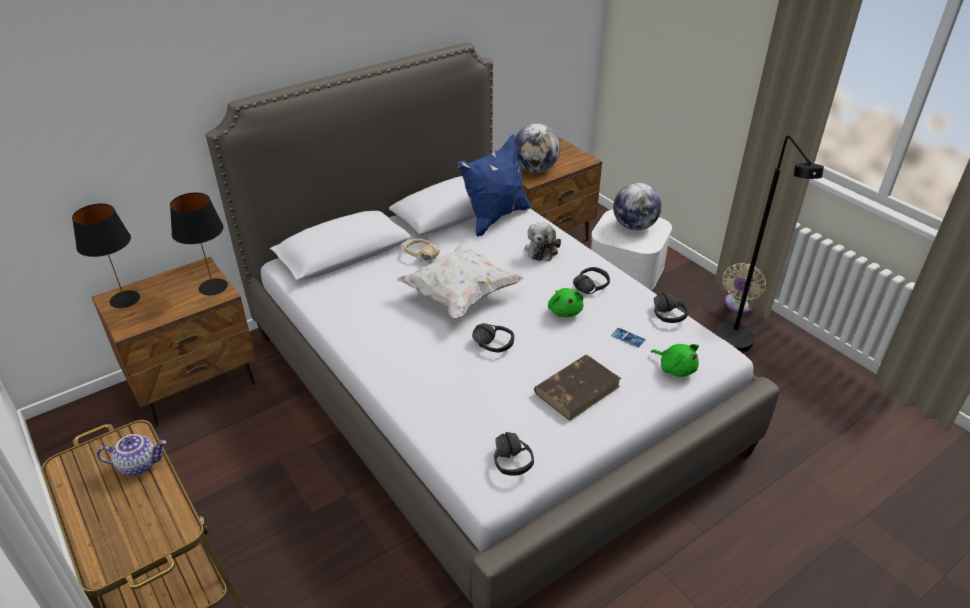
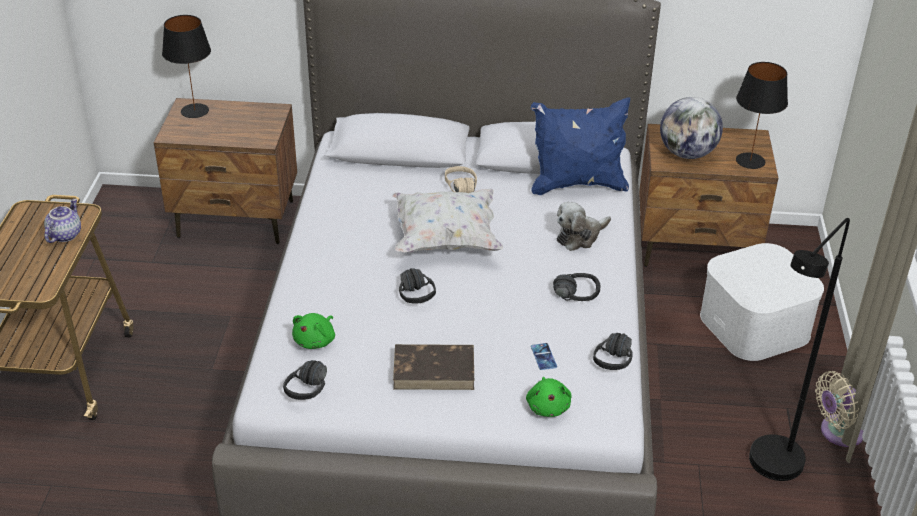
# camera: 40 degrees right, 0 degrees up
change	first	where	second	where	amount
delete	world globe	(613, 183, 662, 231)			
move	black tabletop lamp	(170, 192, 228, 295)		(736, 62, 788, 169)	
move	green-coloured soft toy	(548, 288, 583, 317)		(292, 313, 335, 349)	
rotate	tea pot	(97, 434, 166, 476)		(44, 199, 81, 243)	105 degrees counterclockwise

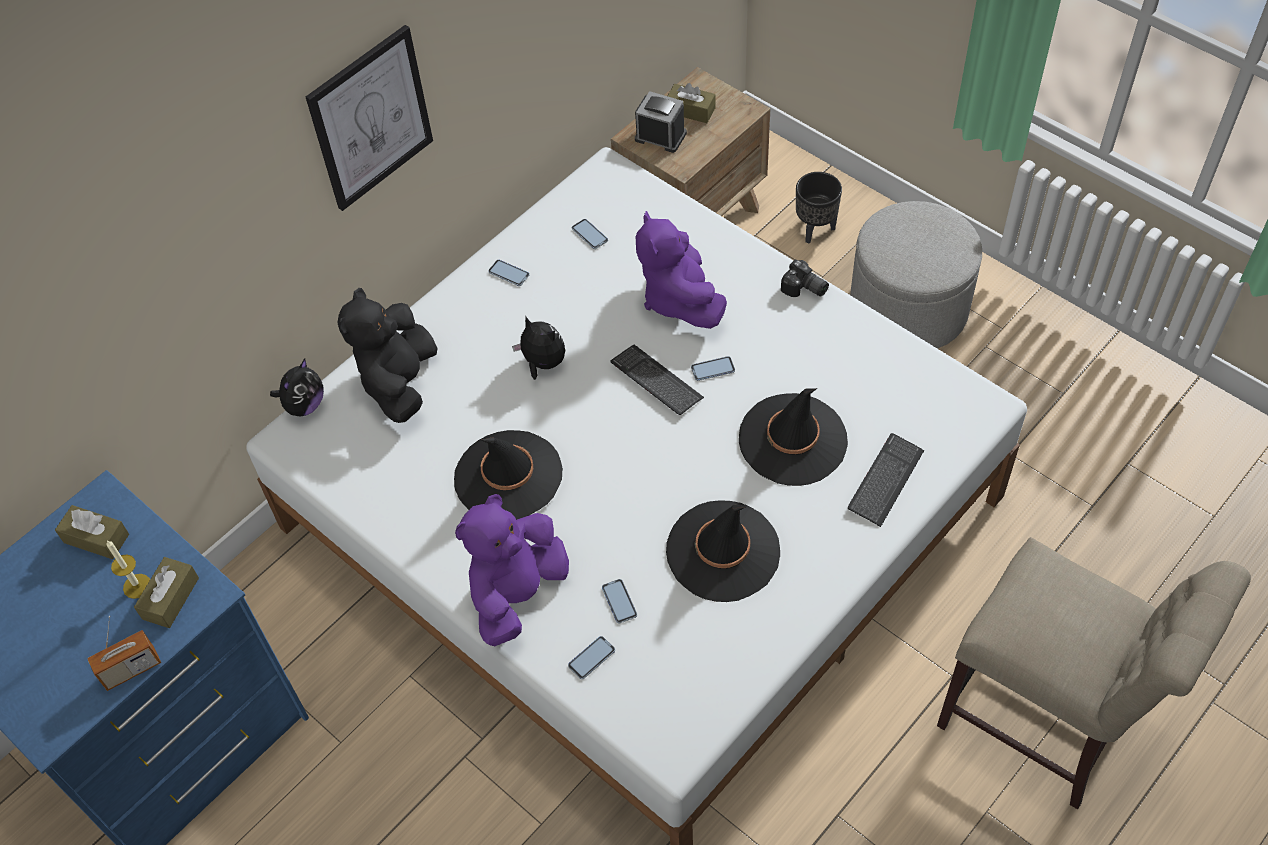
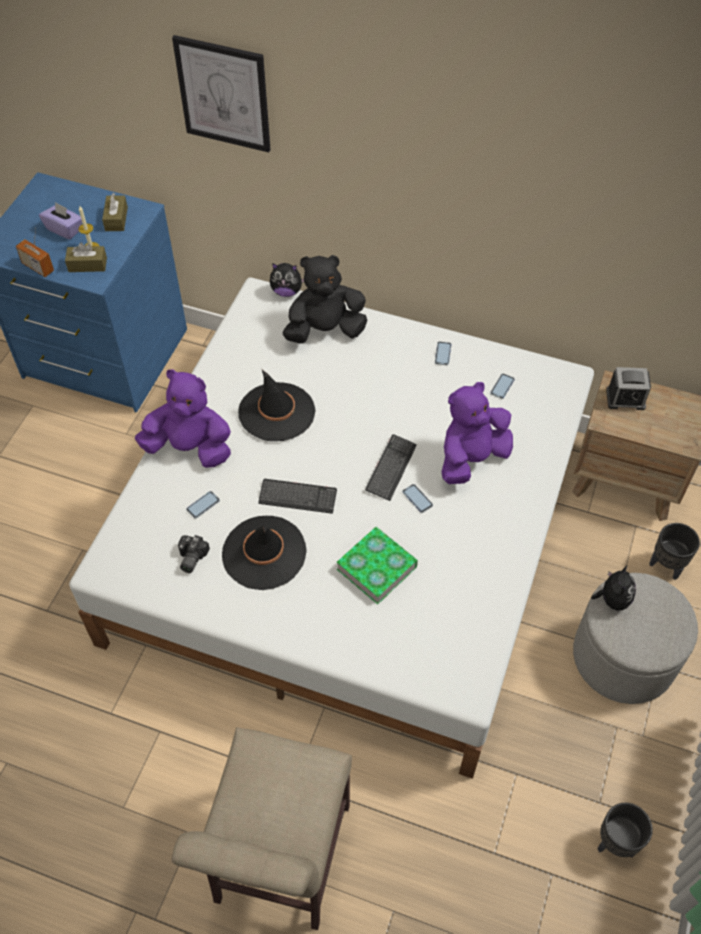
# camera: 65 degrees right, 0 degrees up
change	first	where	second	where	amount
move	picture	(306, 25, 433, 211)		(172, 35, 271, 152)	
delete	brown-coloured box of tissues	(668, 83, 716, 123)			
rotate	table clock	(635, 91, 687, 153)		(606, 367, 651, 410)	90 degrees clockwise
move	photo camera	(781, 259, 829, 297)		(178, 535, 210, 573)	
move	soft toy	(512, 317, 565, 380)		(591, 565, 636, 610)	
replace	black wearable hat	(739, 388, 848, 486)	bound book	(337, 527, 418, 604)	
move	computer keyboard	(848, 433, 924, 527)		(258, 479, 337, 514)	
delete	telephone	(568, 636, 615, 679)			
insert			purple-coloured box of tissues	(39, 202, 82, 240)	
insert			black plant pot	(597, 803, 653, 858)	

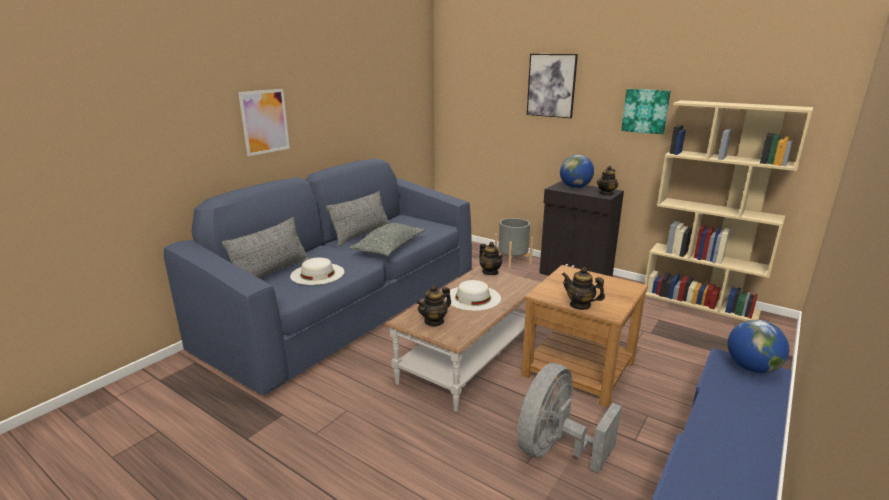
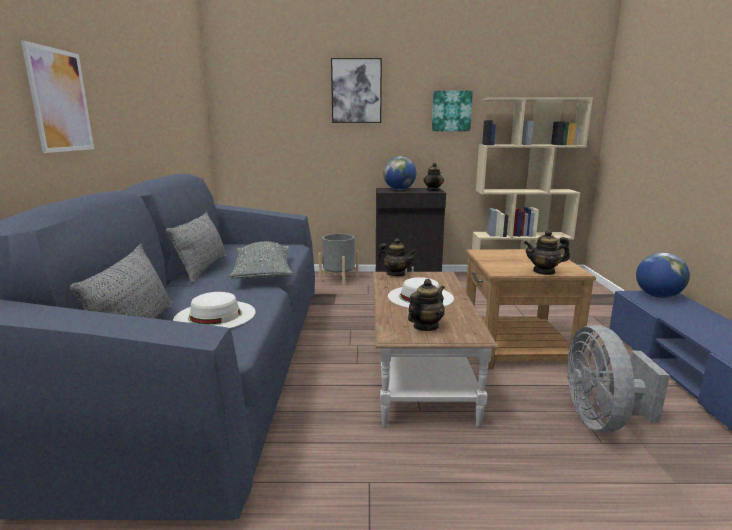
# camera: 35 degrees left, 5 degrees down
change	first	where	second	where	amount
rotate	tea pot	(416, 285, 451, 327)		(408, 279, 445, 331)	150 degrees counterclockwise

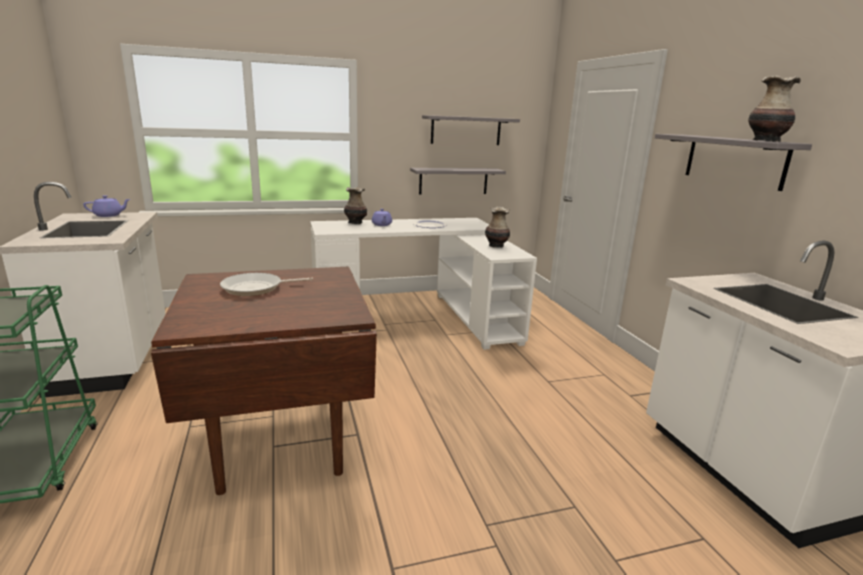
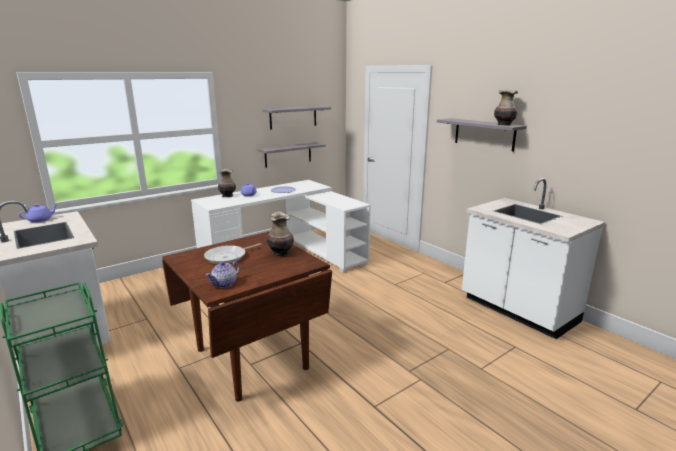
# camera: 20 degrees left, 0 degrees up
change	first	where	second	where	amount
move	vase	(485, 206, 510, 248)		(267, 211, 294, 256)	
insert			tea pot	(206, 261, 240, 288)	

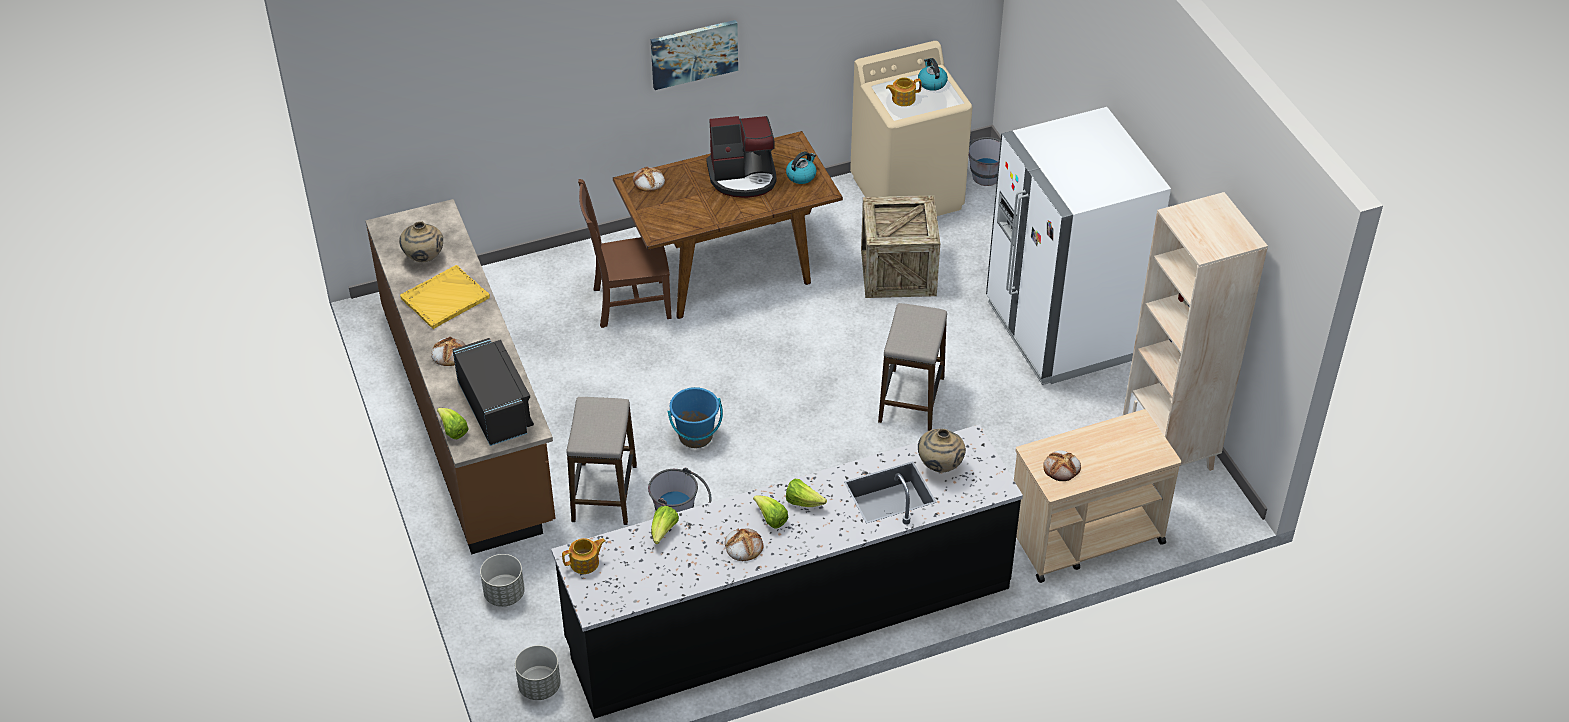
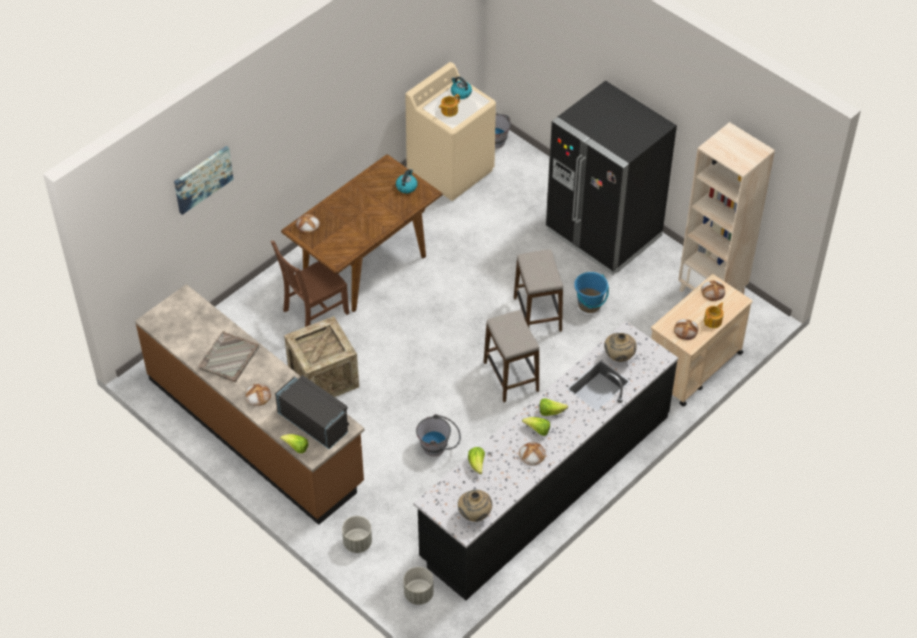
# camera: 25 degrees left, 5 degrees up
change	first	where	second	where	amount
move	picture	(651, 20, 738, 90)		(174, 146, 233, 215)	
recolor	whitish kitchen fridge	(986, 107, 1171, 385)	black kitchen fridge	(546, 81, 677, 275)	
delete	coffee machine	(706, 116, 777, 198)			
move	shipping crate	(861, 195, 940, 298)		(284, 316, 359, 397)	
move	beige-coloured vase	(399, 221, 443, 262)		(458, 490, 492, 522)	
recolor	yellowish tray	(400, 265, 490, 329)	grey tray	(198, 331, 259, 382)	
move	bluish water bucket	(667, 387, 723, 448)		(574, 272, 609, 313)	
move	stool	(566, 397, 637, 525)		(484, 310, 539, 402)	
move	tea pot	(562, 538, 606, 574)		(704, 302, 724, 328)	
insert			baked bread	(701, 280, 725, 301)	

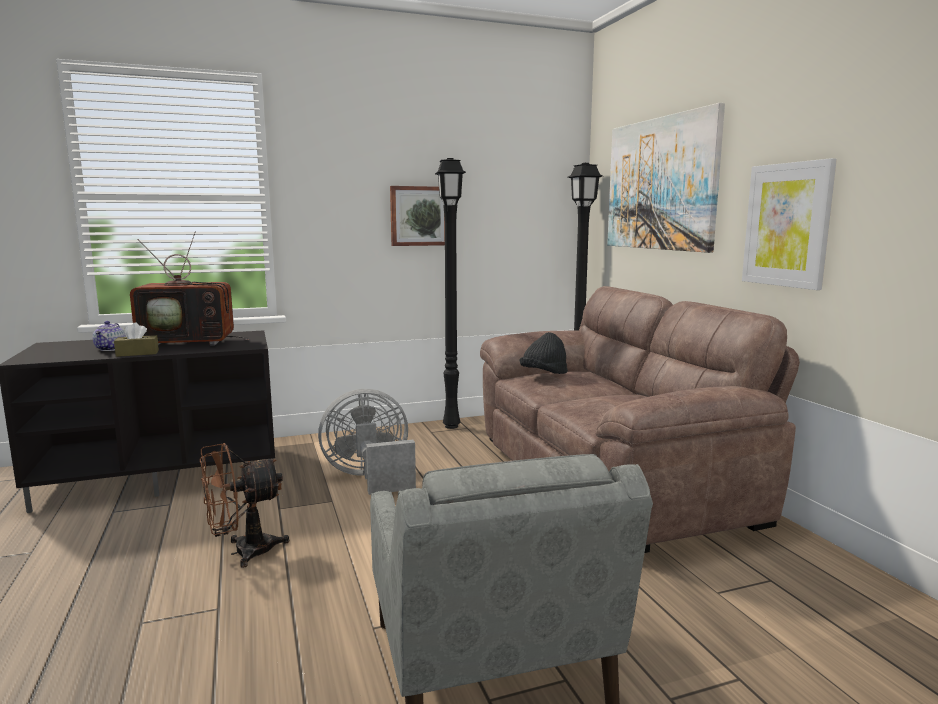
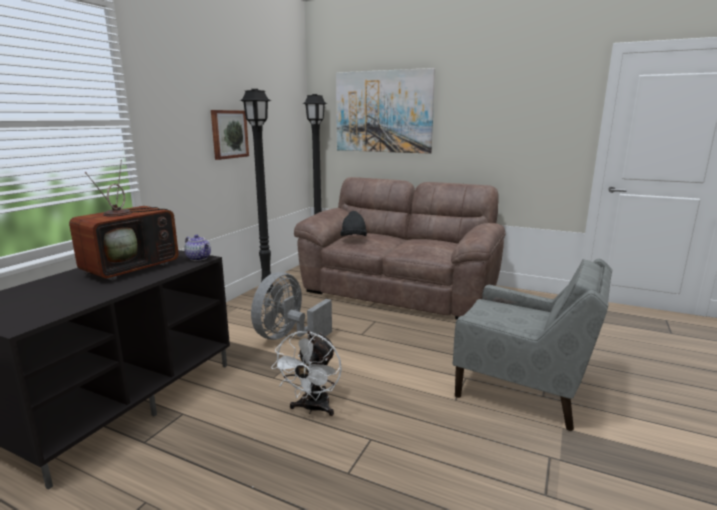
# camera: 45 degrees left, 5 degrees up
change	first	where	second	where	amount
delete	picture	(742, 158, 837, 290)			
move	tea pot	(92, 321, 126, 351)		(184, 235, 211, 261)	
delete	brown-coloured box of tissues	(114, 323, 159, 357)			
recolor	brown-coloured cooling fan	(200, 443, 289, 568)	whitish cooling fan	(271, 331, 342, 416)	

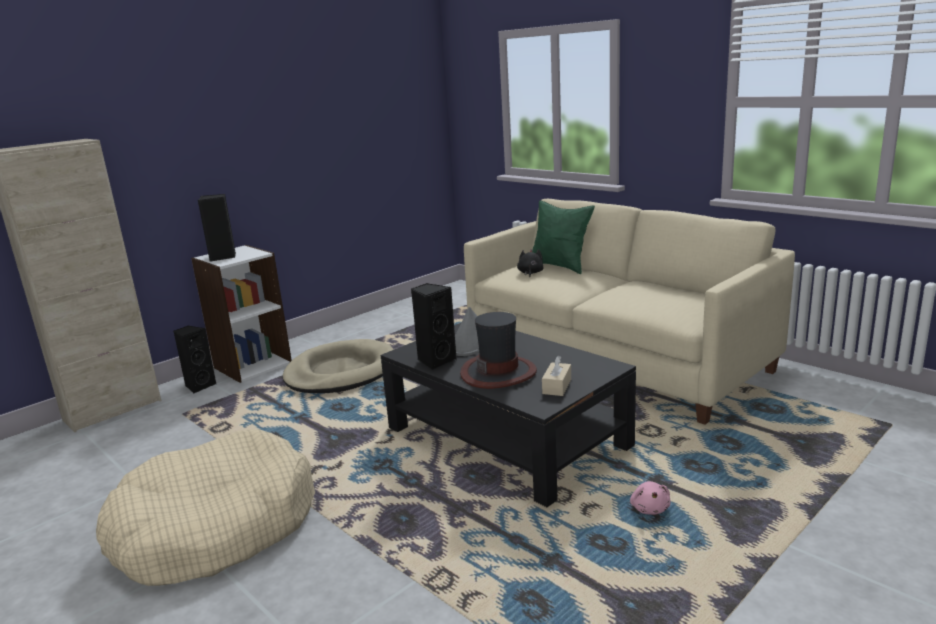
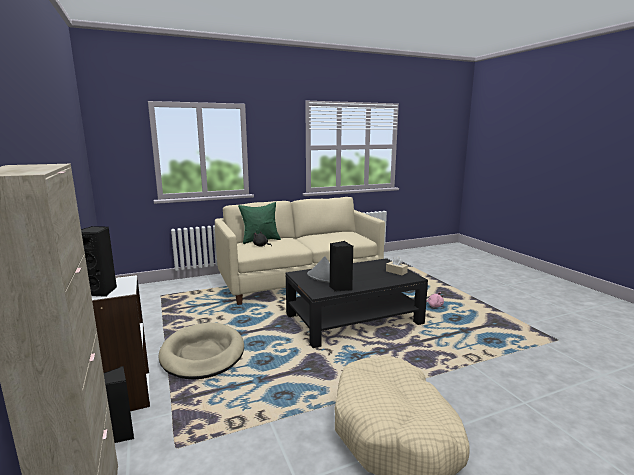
# camera: 70 degrees left, 5 degrees down
change	first	where	second	where	amount
delete	wearable hat	(460, 312, 537, 389)			

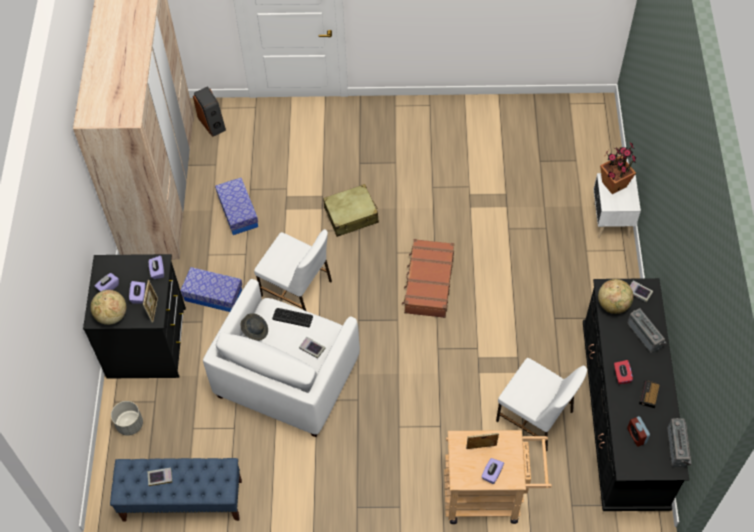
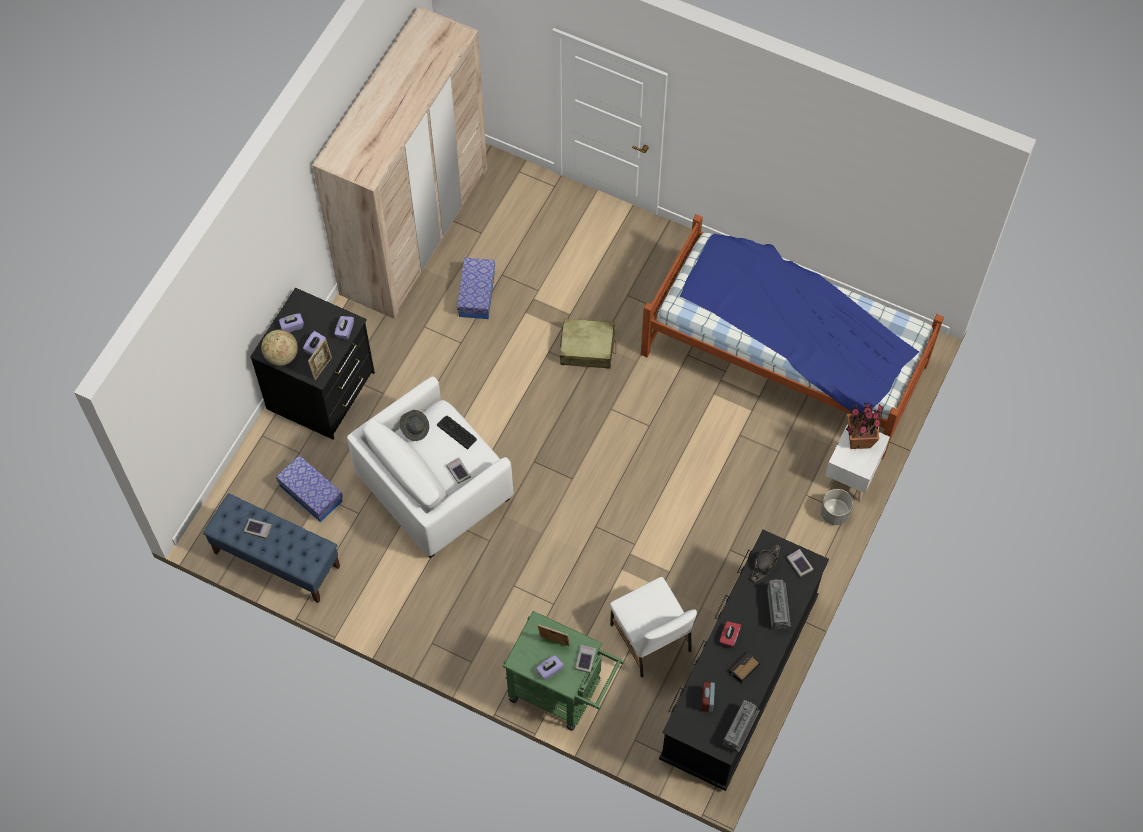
# camera: 25 degrees right, 5 degrees up
change	first	where	second	where	amount
delete	loudspeaker	(193, 86, 226, 137)			
delete	whitish plain chair	(254, 229, 332, 311)			
delete	brown-coloured travel case	(402, 239, 454, 318)			
move	storage box	(180, 267, 242, 312)		(276, 455, 343, 522)	
replace	world globe	(598, 279, 633, 314)	black wearable hat	(751, 545, 781, 582)	
move	grey plant pot	(111, 401, 143, 436)		(821, 489, 853, 525)	
recolor	beige-coloured cart	(444, 430, 552, 524)	green-coloured cart	(503, 611, 624, 731)	
insert			bed	(641, 214, 944, 460)	
insert			bound book	(575, 645, 596, 673)	

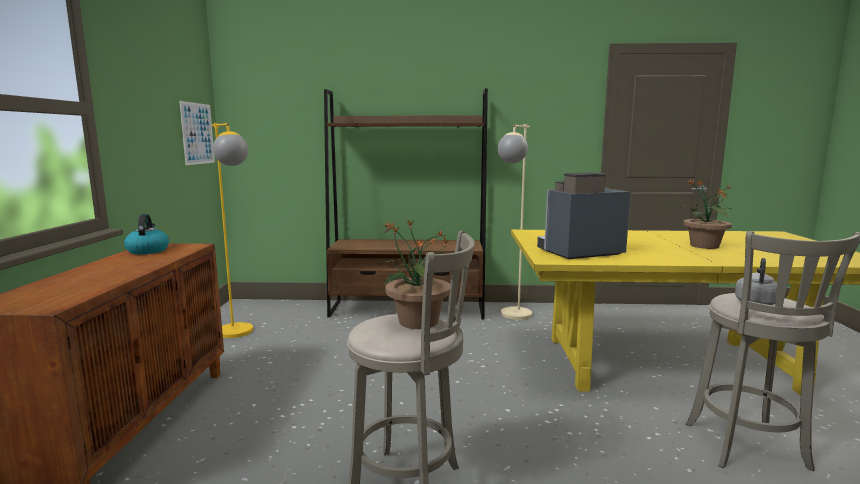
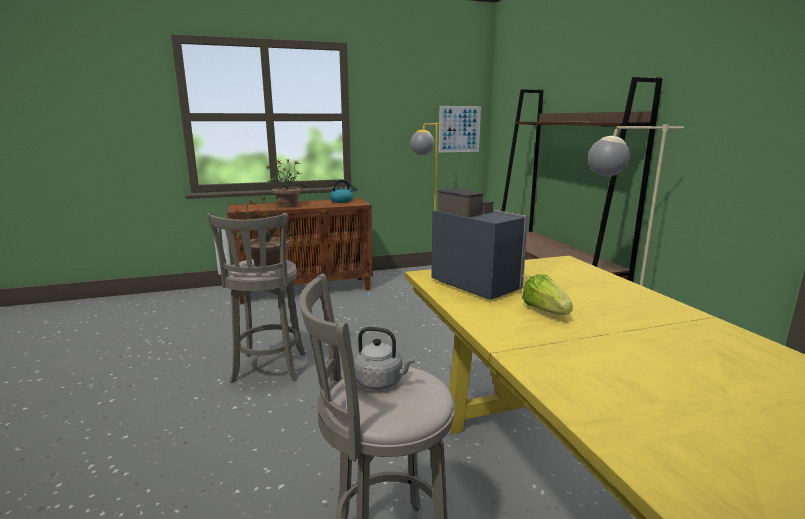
# camera: 70 degrees right, 5 degrees up
change	first	where	second	where	amount
move	plant in a pot	(677, 179, 732, 249)		(266, 159, 305, 208)	
insert			lettuce head	(522, 274, 573, 315)	

